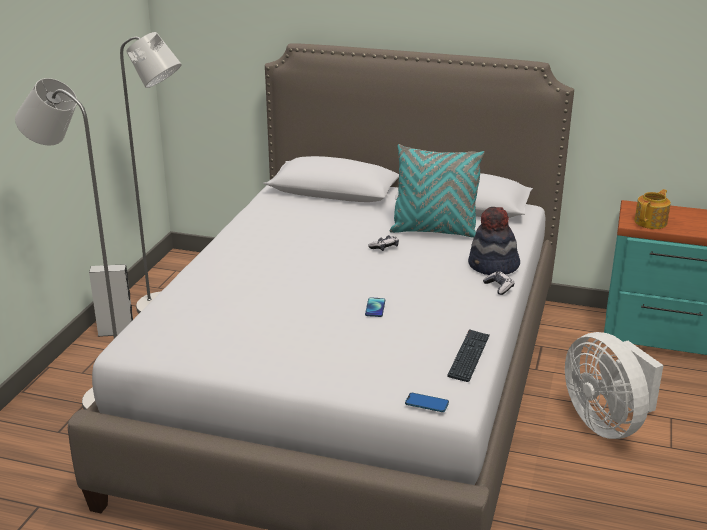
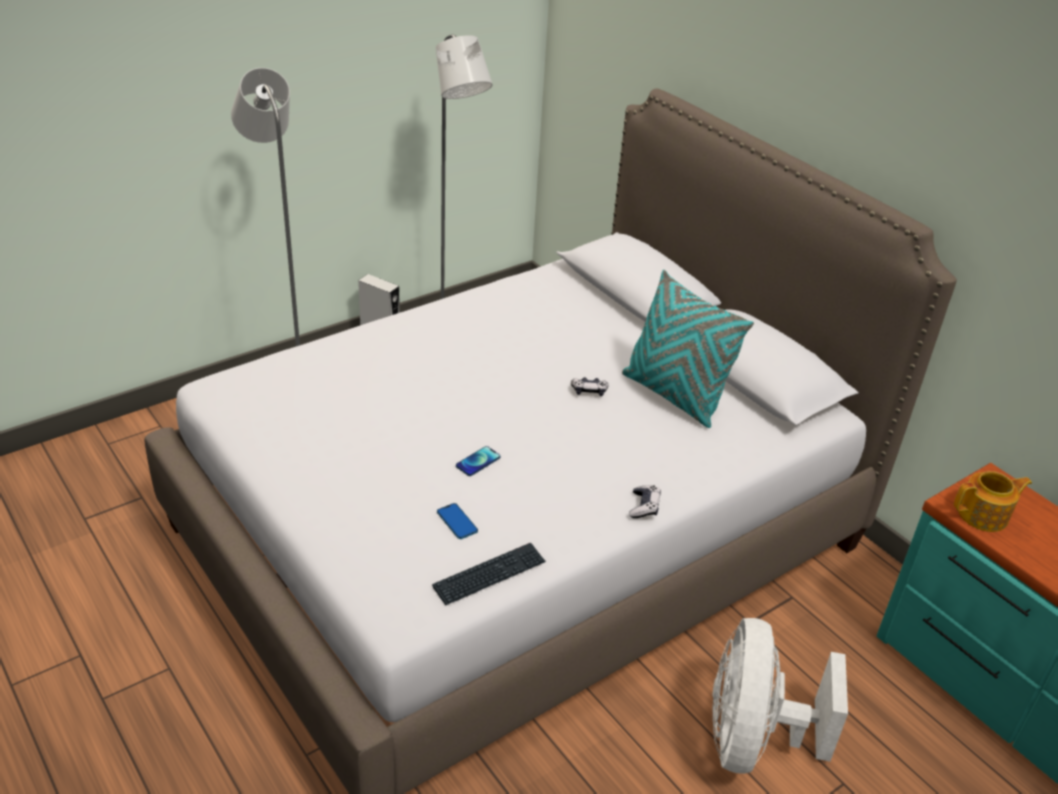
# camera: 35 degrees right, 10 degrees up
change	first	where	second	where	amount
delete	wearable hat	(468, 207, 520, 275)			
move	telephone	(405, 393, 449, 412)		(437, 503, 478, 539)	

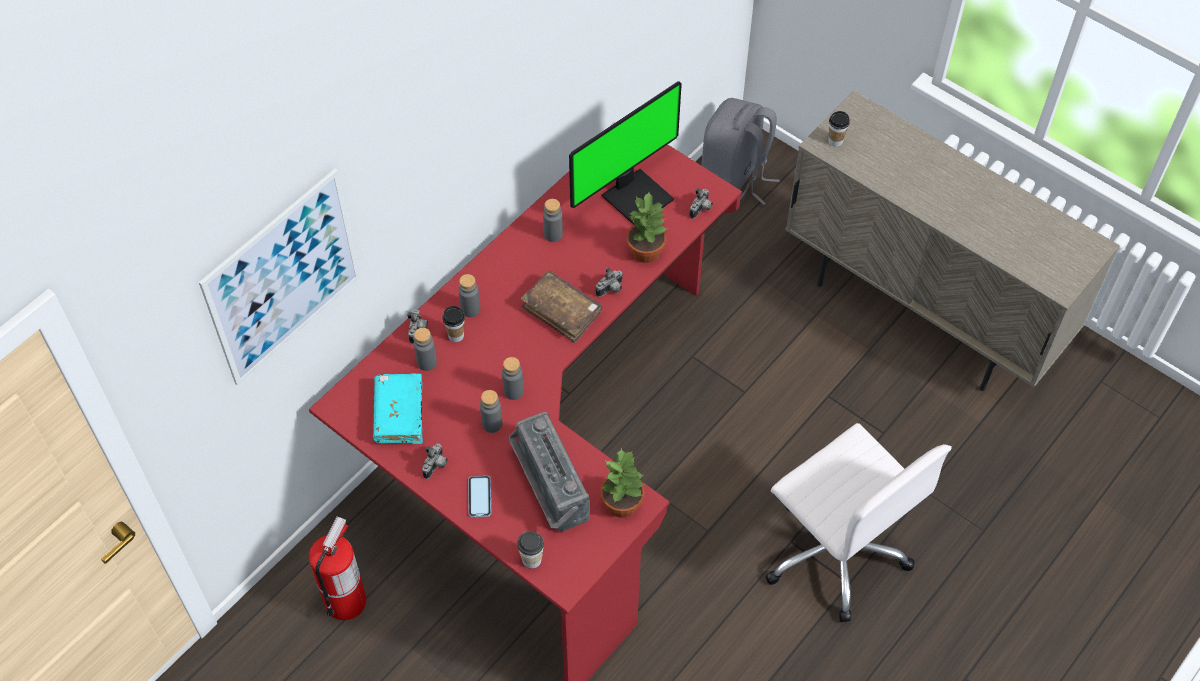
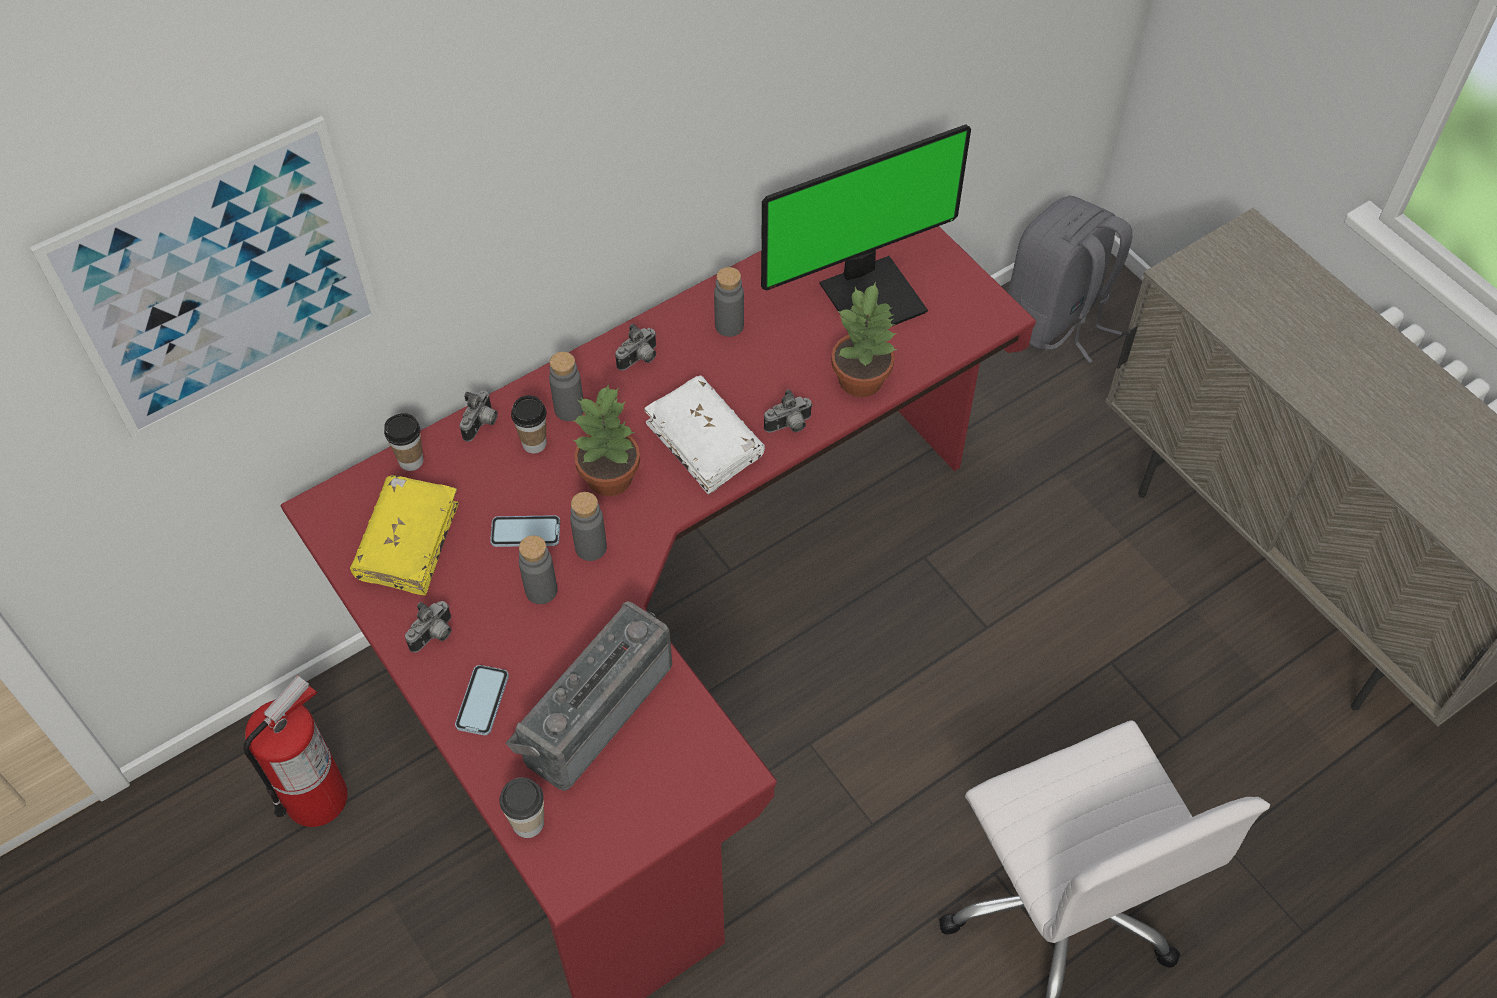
# camera: 15 degrees right, 0 degrees up
change	first	where	second	where	amount
move	drinking cup	(829, 111, 850, 147)		(384, 413, 423, 471)	
move	photo camera	(689, 188, 713, 219)		(615, 324, 656, 371)	
recolor	brown-coloured bound book	(521, 271, 602, 343)	whitish bound book	(644, 376, 765, 494)	
delete	grey bottle	(414, 328, 437, 371)			
recolor	turquoise-coloured bound book	(373, 373, 422, 444)	yellowish bound book	(350, 475, 459, 596)	
rotate	radio receiver	(508, 412, 589, 532)		(506, 601, 672, 791)	45 degrees clockwise
move	plant in a pot	(600, 448, 644, 518)		(573, 383, 640, 496)	
insert			telephone	(490, 515, 560, 547)	

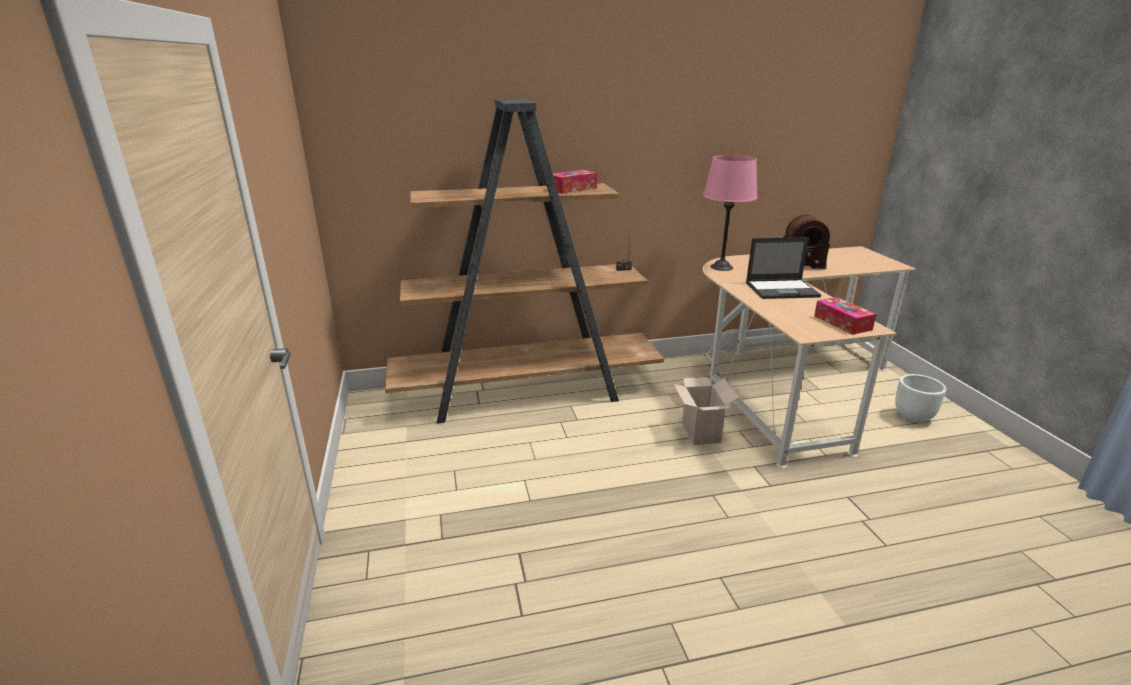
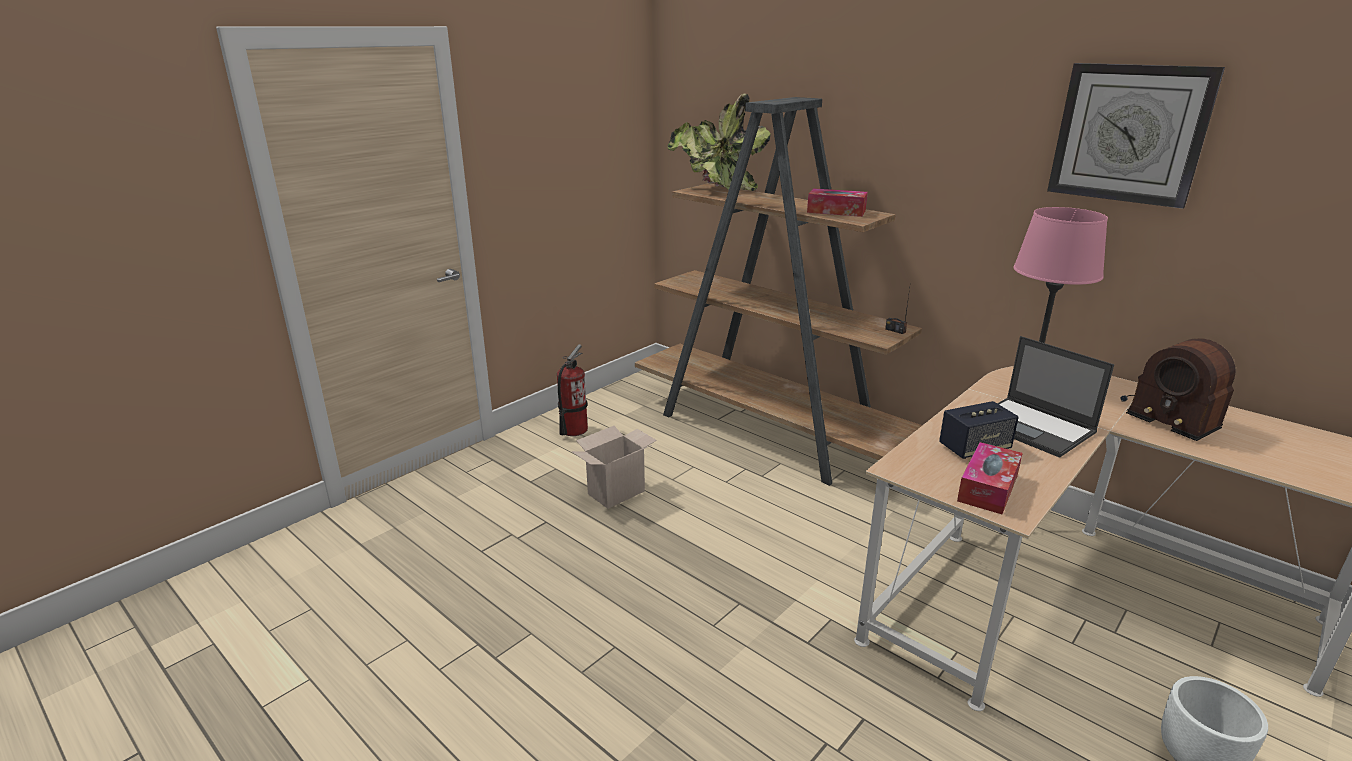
# camera: 55 degrees right, 0 degrees up
change	first	where	second	where	amount
move	carton	(673, 377, 738, 445)		(572, 426, 657, 509)	
insert			wall clock	(1047, 63, 1225, 209)	
insert			plant in a pot	(667, 94, 771, 191)	
insert			fire extinguisher	(557, 344, 588, 436)	
insert			loudspeaker	(939, 401, 1019, 459)	

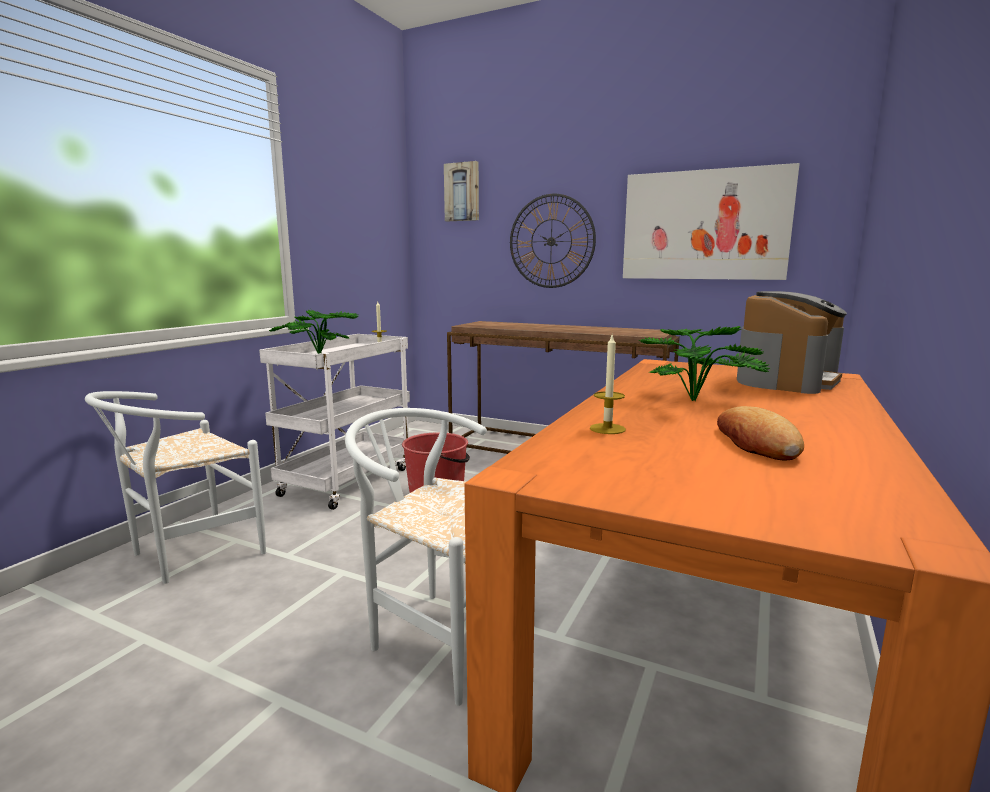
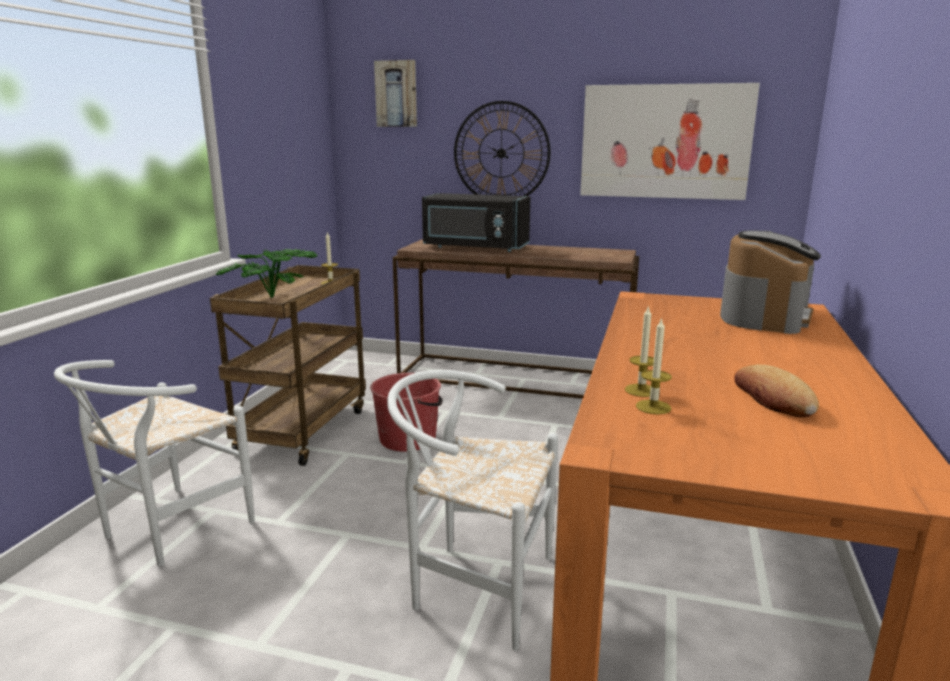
# camera: 10 degrees left, 5 degrees up
change	first	where	second	where	amount
delete	plant in a pot	(639, 326, 770, 401)			
recolor	whitish cart	(259, 334, 410, 510)	brown-coloured cart	(210, 265, 366, 466)	
insert			black kitchen microwave	(422, 193, 530, 252)	
insert			candle	(636, 317, 672, 415)	

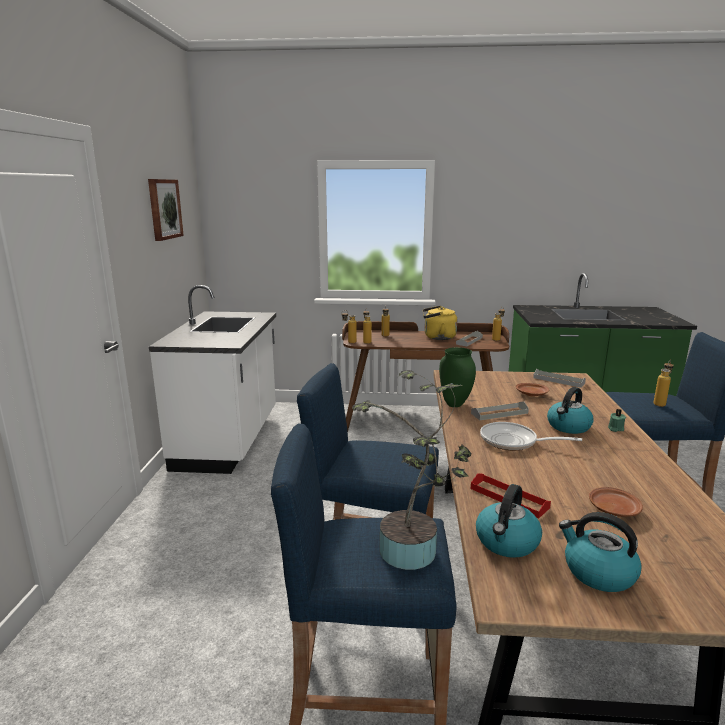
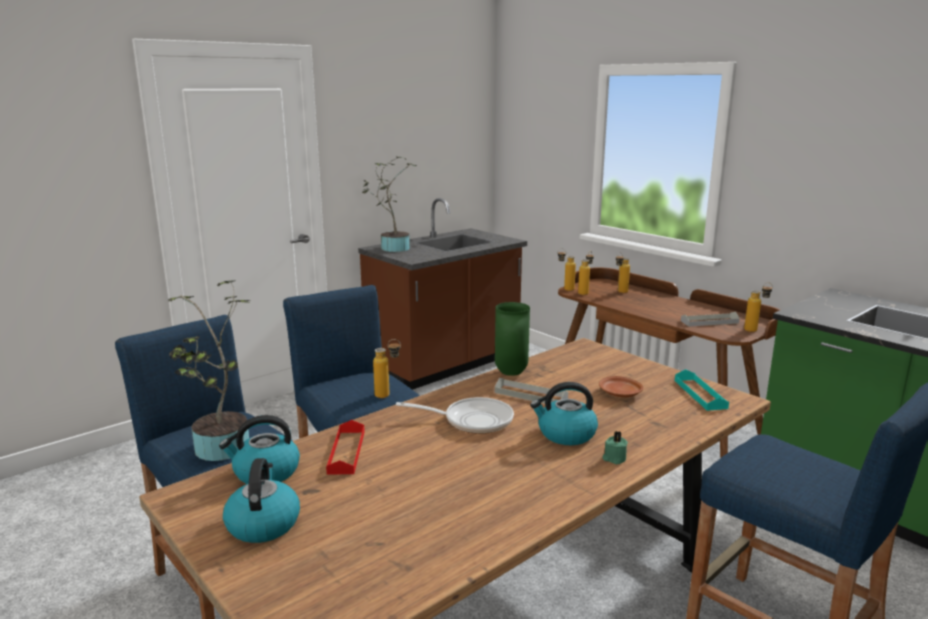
# camera: 45 degrees right, 0 degrees up
change	first	where	second	where	amount
delete	picture	(148, 179, 184, 241)			
recolor	whitish kitchen base unit	(149, 285, 276, 474)	brown-coloured kitchen base unit	(358, 198, 527, 390)	
delete	yellowish water kettle	(423, 306, 457, 340)			
move	bottle	(653, 360, 674, 407)		(373, 339, 401, 398)	
recolor	grey tray	(533, 369, 586, 388)	turquoise-coloured tray	(675, 369, 729, 411)	
rotate	frying pan	(480, 422, 582, 450)		(396, 397, 514, 434)	120 degrees clockwise
delete	brown-coloured plate	(589, 487, 643, 517)			
insert			plant in a pot	(362, 157, 417, 252)	

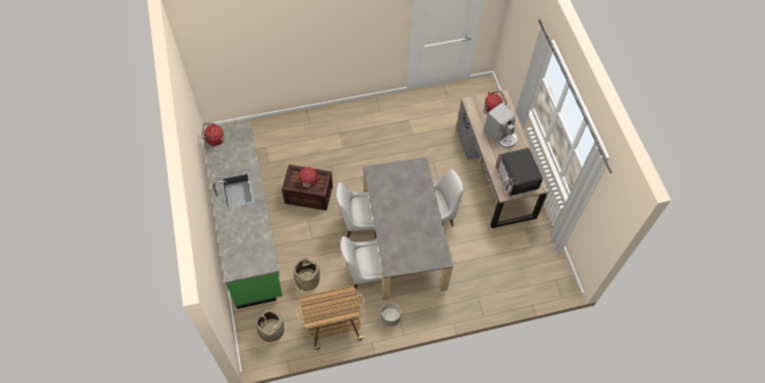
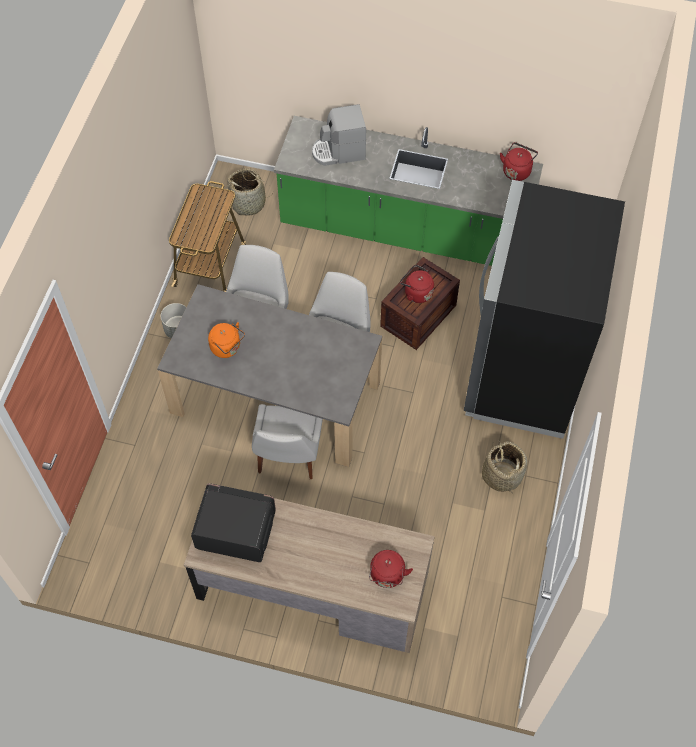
# camera: 120 degrees right, 0 degrees up
change	first	where	second	where	amount
move	coffee machine	(484, 103, 518, 148)		(312, 104, 366, 166)	
move	basket	(294, 258, 320, 291)		(482, 441, 527, 494)	
insert			black kitchen fridge	(464, 180, 625, 439)	
insert			orange water kettle	(208, 322, 245, 358)	

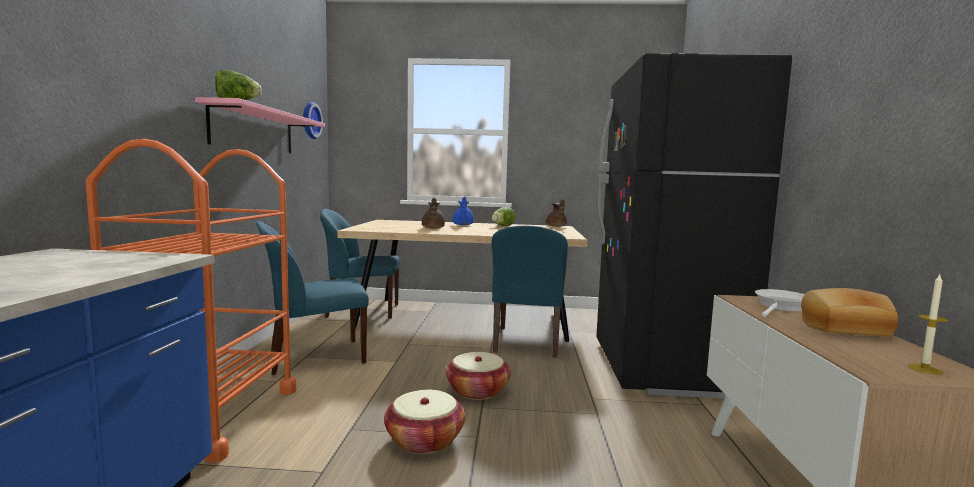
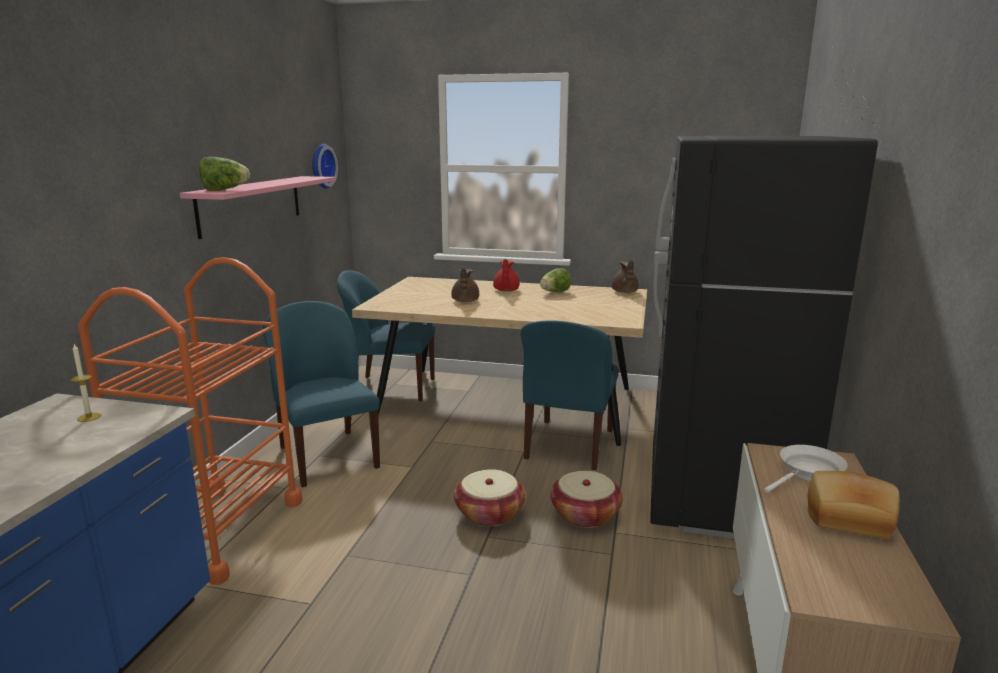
# camera: 10 degrees right, 10 degrees up
change	first	where	second	where	amount
recolor	bluish tea pot	(452, 197, 474, 225)	reddish tea pot	(493, 259, 519, 291)	
rotate	bluish plain chair	(256, 221, 369, 375)		(263, 301, 380, 487)	75 degrees clockwise
move	candle	(908, 275, 949, 375)		(71, 344, 101, 422)	
move	basket	(384, 390, 465, 454)		(550, 471, 623, 528)	

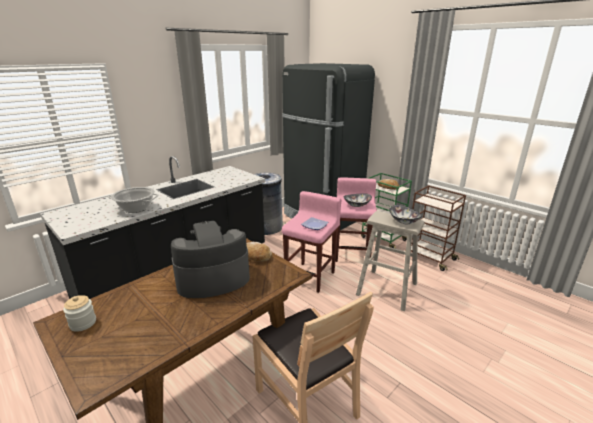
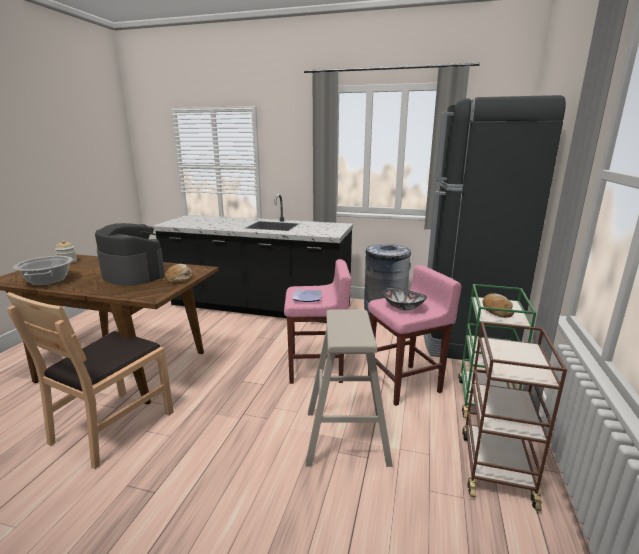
# camera: 60 degrees right, 5 degrees down
change	first	where	second	where	amount
move	cooking pot	(108, 187, 159, 213)		(14, 256, 73, 286)	
delete	deep dish	(389, 205, 422, 224)			

